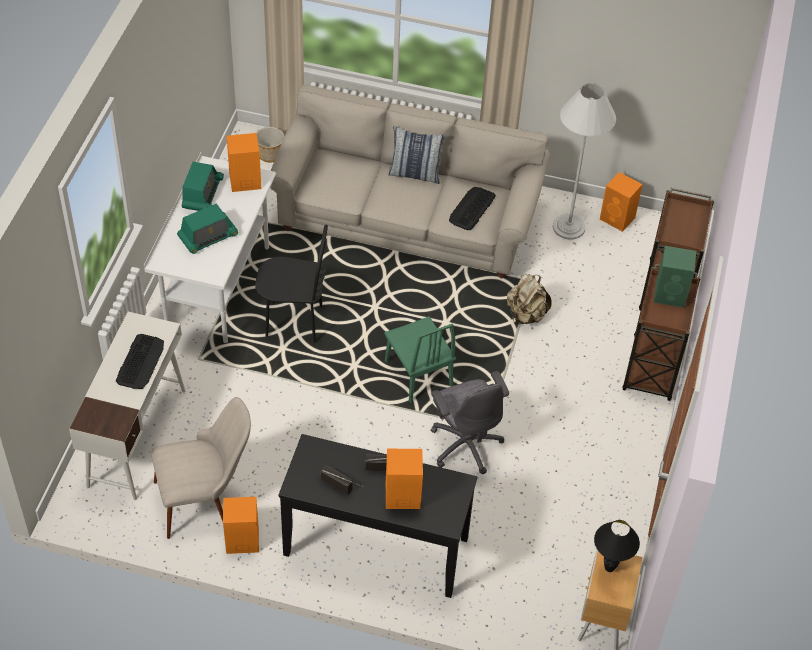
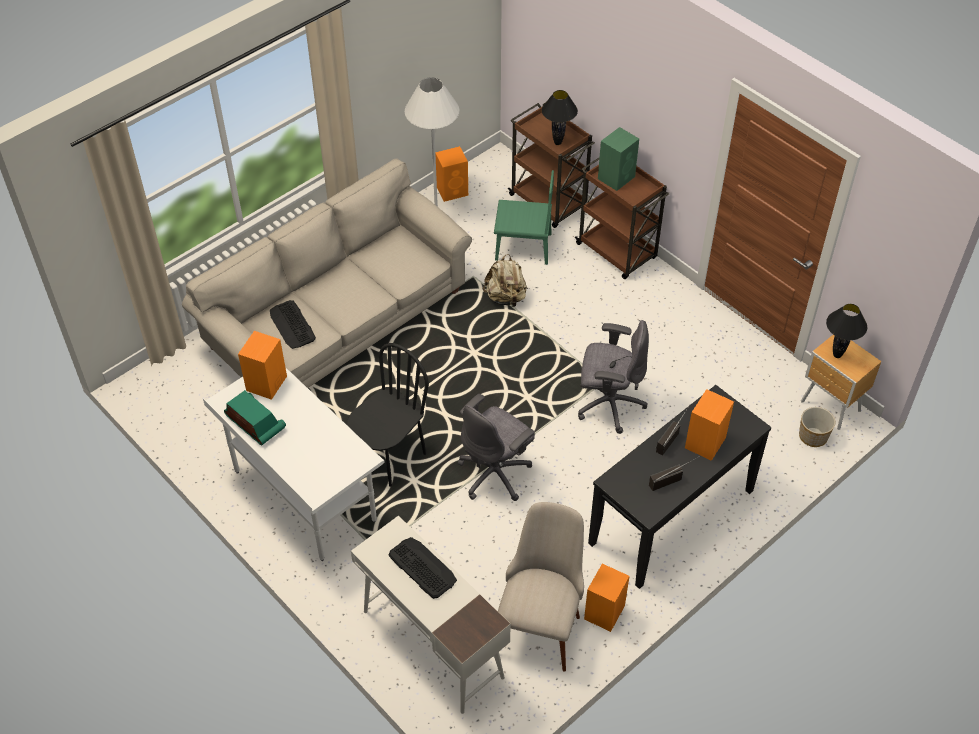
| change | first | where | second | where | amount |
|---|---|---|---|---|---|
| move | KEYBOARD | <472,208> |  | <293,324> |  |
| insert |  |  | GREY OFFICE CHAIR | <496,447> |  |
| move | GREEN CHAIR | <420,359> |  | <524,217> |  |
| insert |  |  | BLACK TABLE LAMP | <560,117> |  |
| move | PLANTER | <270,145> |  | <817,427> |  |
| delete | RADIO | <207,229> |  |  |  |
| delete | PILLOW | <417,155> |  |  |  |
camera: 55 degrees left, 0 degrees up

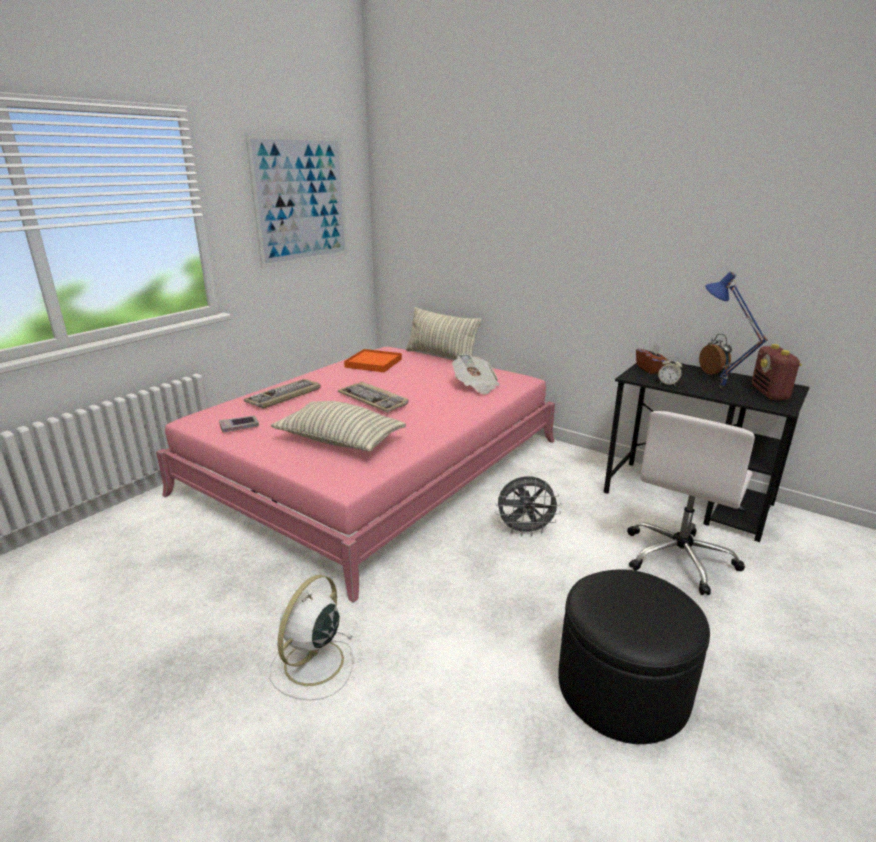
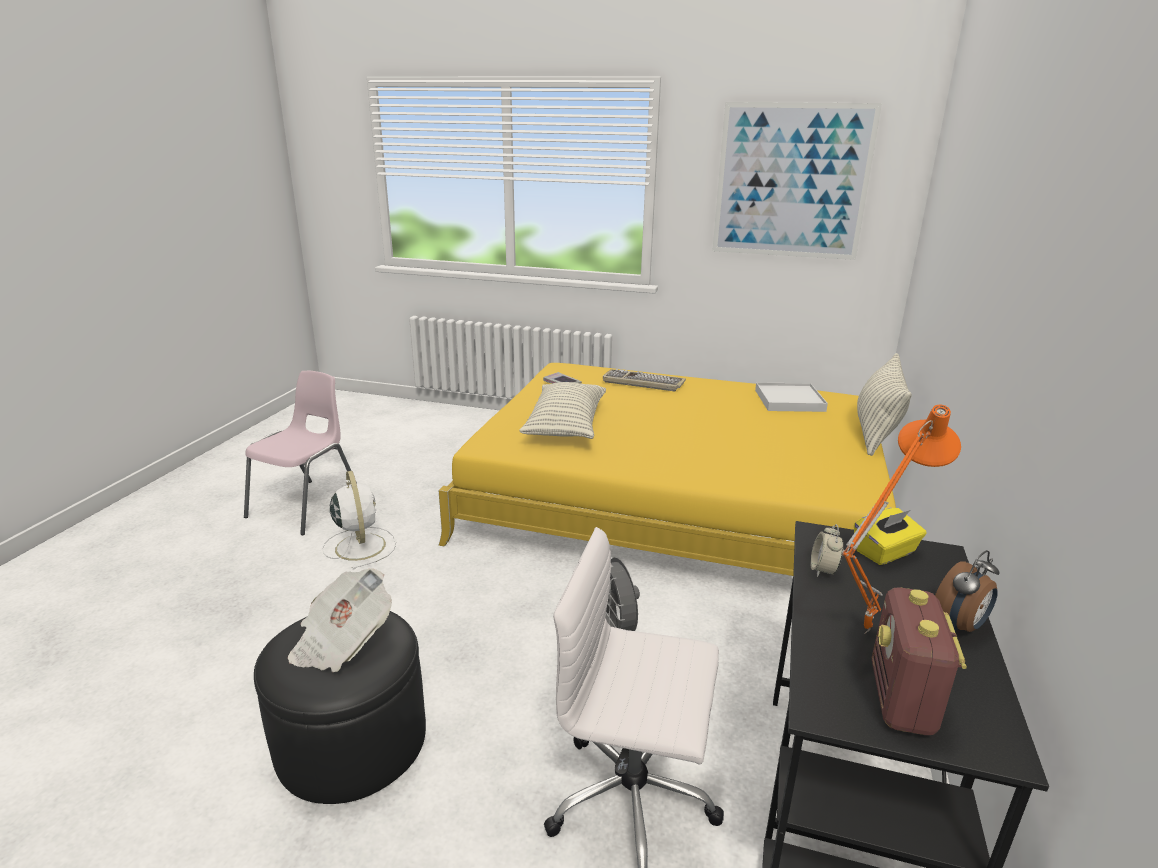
| change | first | where | second | where | amount |
|---|---|---|---|---|---|
| insert |  |  | PINK CHAIR | <300,453> |  |
| move | NEWSPAPER | <476,374> |  | <340,620> |  |
| rotate | WHITE FAN | <311,637> |  | <359,520> | 60 degrees clockwise |
| recolor | PINK BED | <355,475> | YELLOW BED | <667,469> |  |
| recolor | ORANGE TRAY | <373,360> | WHITE TRAY | <791,397> |  |
| recolor | BLUE TABLE LAMP | <736,330> | ORANGE TABLE LAMP | <901,519> |  |
| recolor | BROWN TISSUE BOX | <652,359> | YELLOW TISSUE BOX | <890,536> |  |
| rotate | RADIO | <777,372> |  | <919,661> | 60 degrees counterclockwise |
| delete | KEYBOARD | <373,397> |  |  |  |
camera: 70 degrees right, 0 degrees up

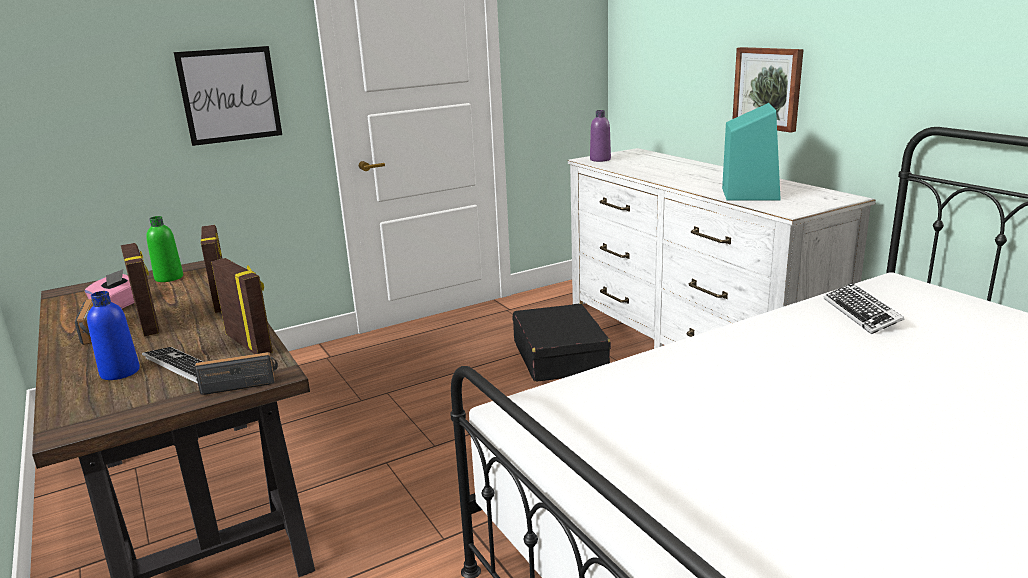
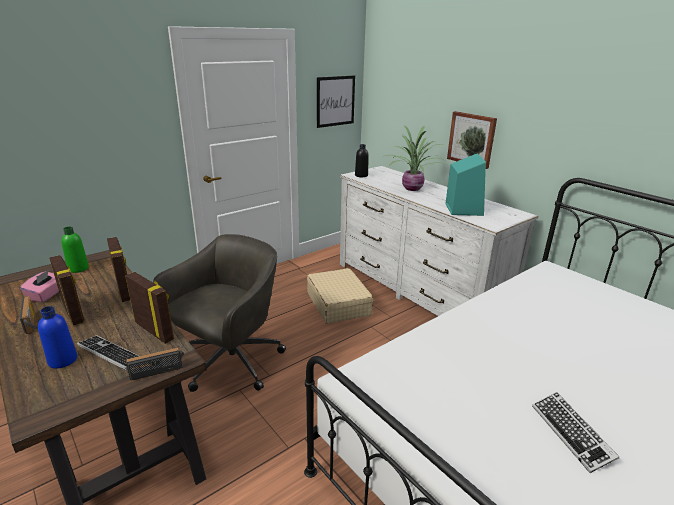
| change | first | where | second | where | amount |
|---|---|---|---|---|---|
| insert |  |  | GREY OFFICE CHAIR | <219,313> |  |
| recolor | BLACK SUITCASE | <562,343> | BEIGE SUITCASE | <340,296> |  |
| move | PICTURE | <228,96> |  | <336,102> |  |
| recolor | PURPLE BOTTLE | <600,136> | BLACK BOTTLE | <361,160> |  |
| insert |  |  | POTTED PLANT | <414,158> |  |
| move | KEYBOARD | <864,308> |  | <575,432> |  |
camera: 10 degrees left, 5 degrees up

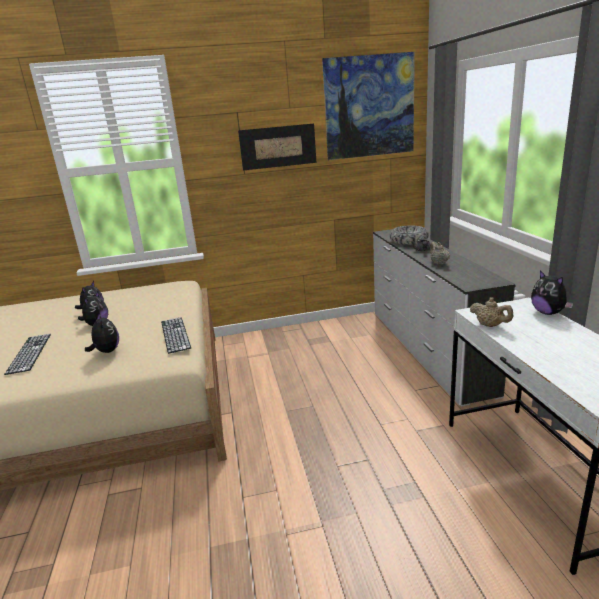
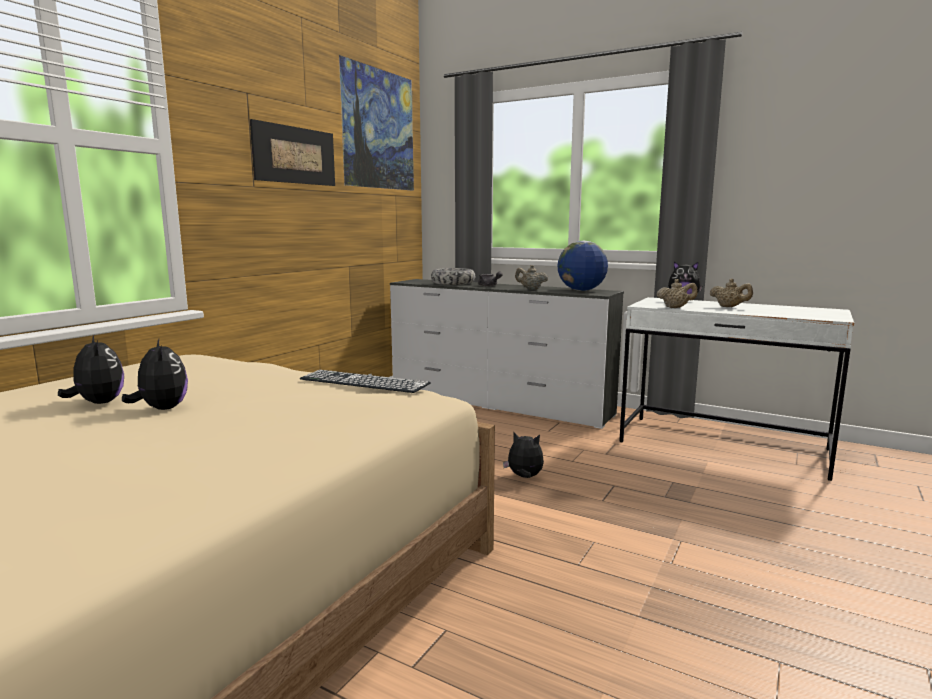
| change | first | where | second | where | amount |
|---|---|---|---|---|---|
| move | PLUSH TOY | <102,333> |  | <523,455> |  |
| insert |  |  | GLOBE | <582,266> |  |
| insert |  |  | BEIGE TEAPOT | <731,293> |  |
| delete | KEYBOARD | <27,354> |  |  |  |
camera: 50 degrees left, 10 degrees down

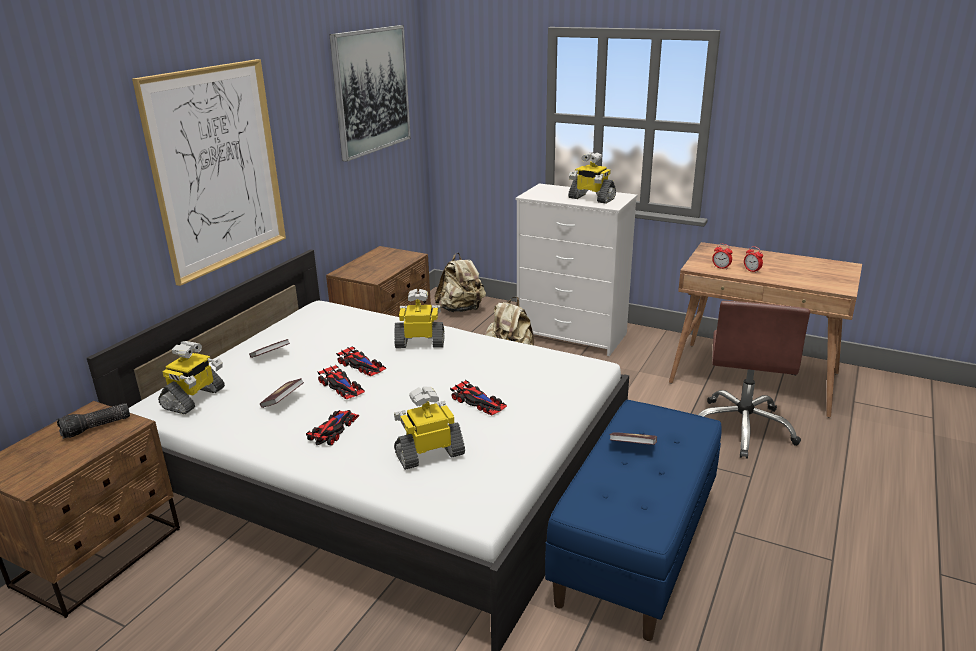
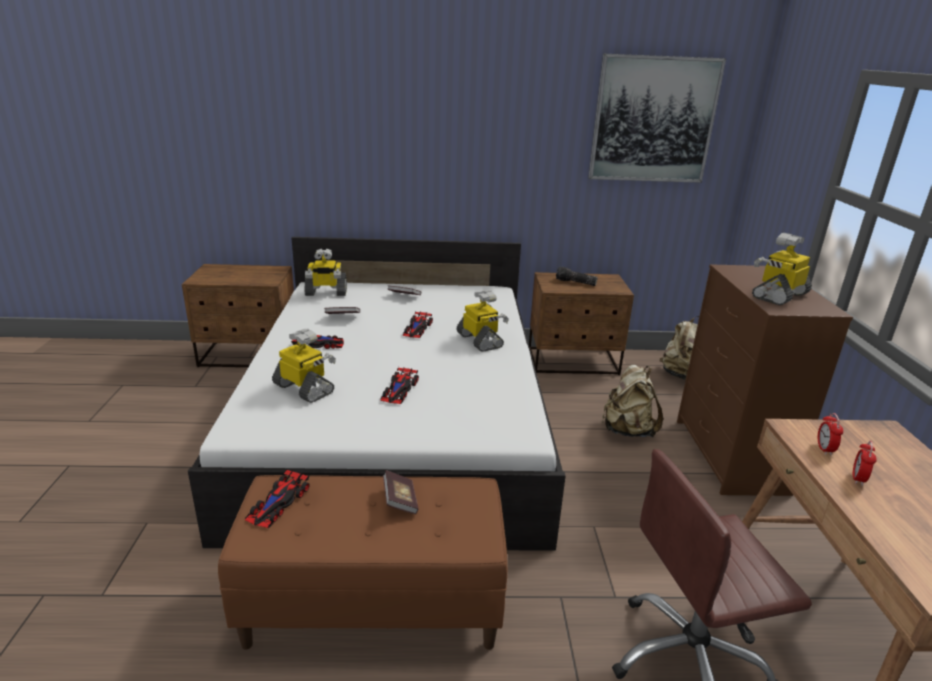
| change | first | where | second | where | amount |
|---|---|---|---|---|---|
| recolor | BLUE BENCH | <633,520> | BROWN BENCH | <363,562> |  |
| move | TOY CAR | <341,382> |  | <277,498> |  |
| move | FLASHLIGHT | <93,421> |  | <577,276> |  |
| recolor | WHITE DRESSER | <576,269> | BROWN DRESSER | <765,380> |  |
| rotate | TOY ROBOT | <592,178> |  | <782,269> | 45 degrees clockwise |
| delete | PICTURE | <209,172> |  |  |  |
camera: 60 degrees right, 0 degrees up

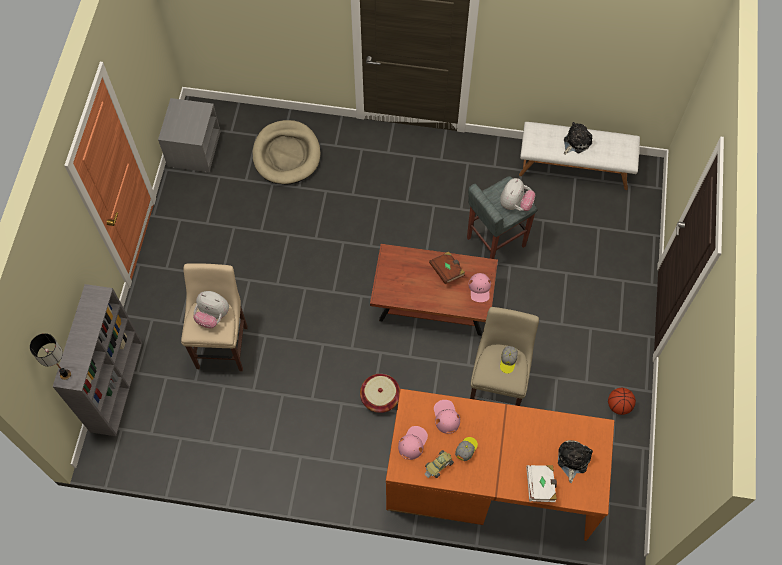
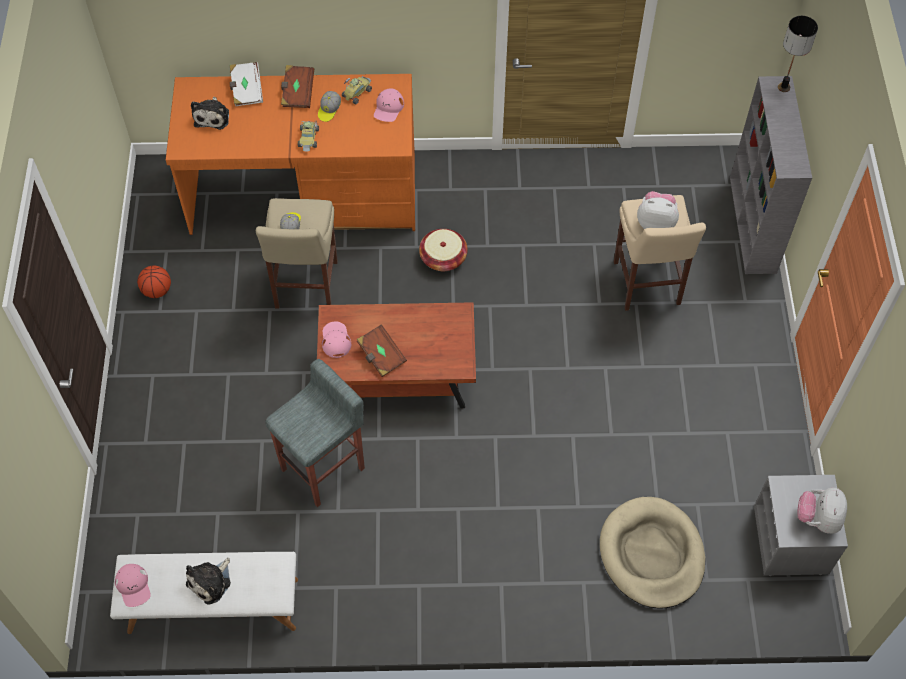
| change | first | where | second | where | amount |
|---|---|---|---|---|---|
| move | PINK CAP | <447,417> |  | <133,585> |  |
| insert |  |  | BROWN BOOK | <297,86> |  |
| insert |  |  | TOY CAR | <308,136> |  |
| move | PLUSH TOY | <518,194> |  | <822,511> |  |
camera: 170 degrees right, 5 degrees down

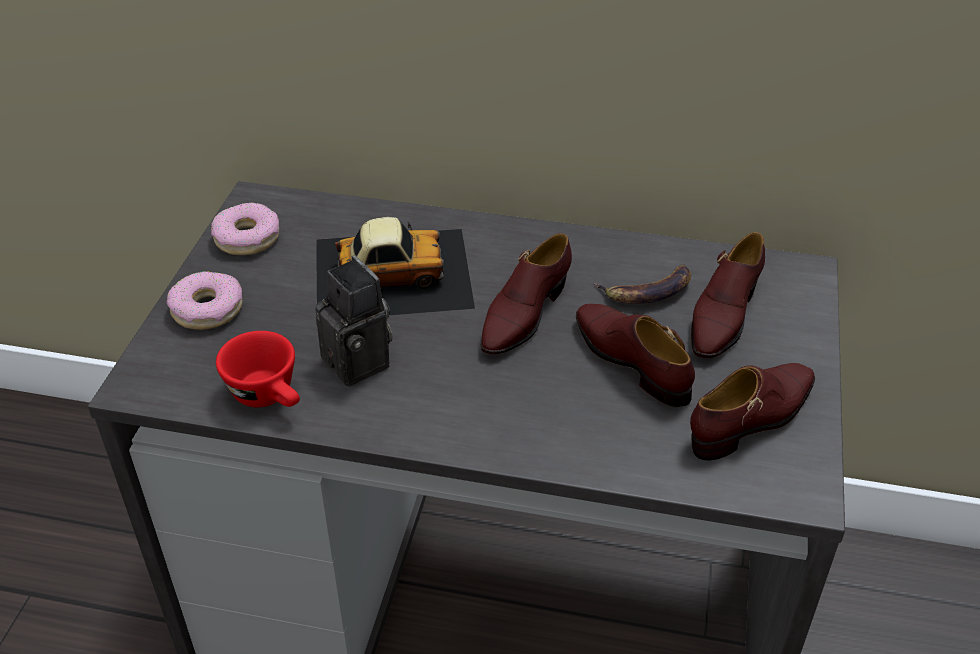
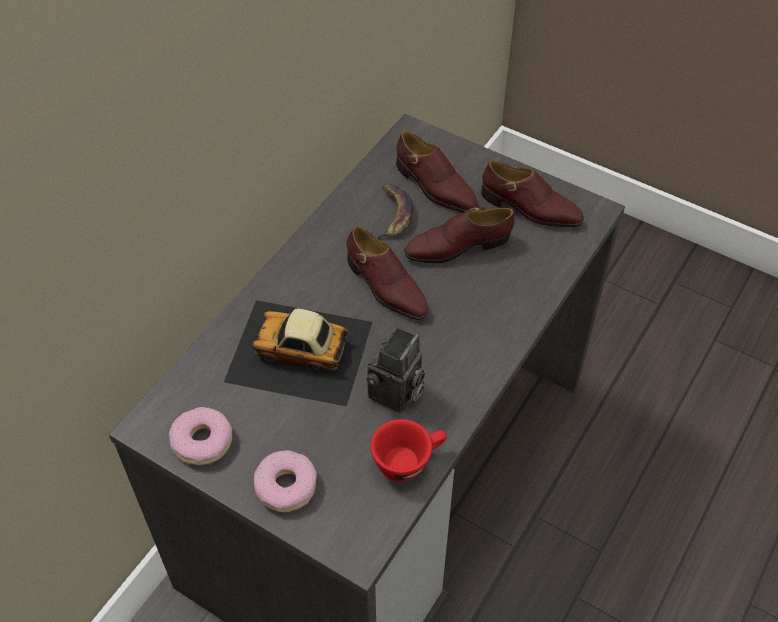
| change | first | where | second | where | amount |
|---|---|---|---|---|---|
| rotate | TOY CAR | <395,266> |  | <298,353> | 90 degrees counterclockwise |
| rotate | PHOTO CAMERA | <354,321> |  | <395,370> | 135 degrees clockwise |
| rotate | BROWN SHOE | <752,411> |  | <532,193> | 135 degrees clockwise |
camera: 70 degrees left, 10 degrees up

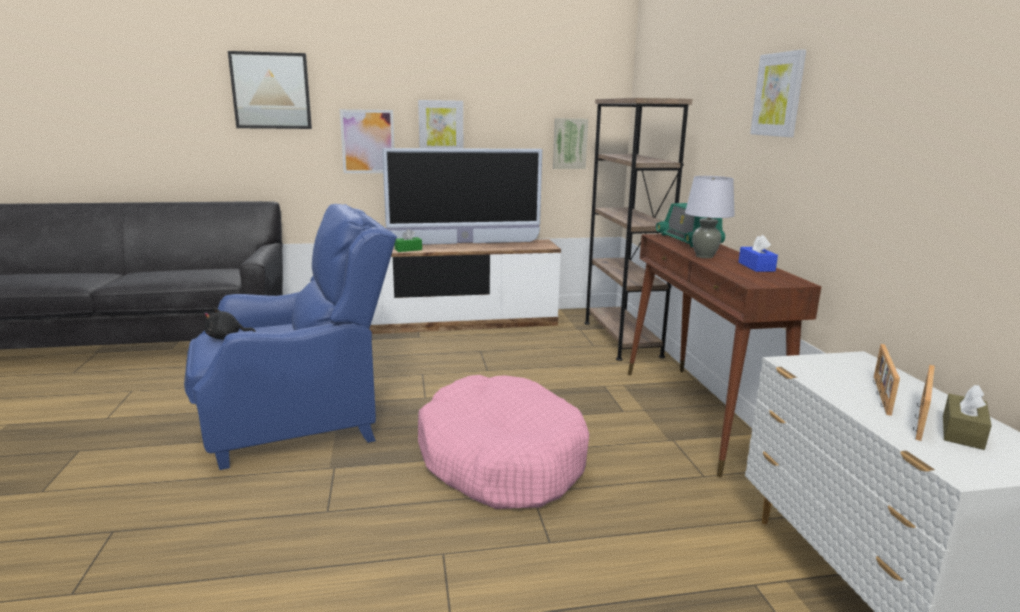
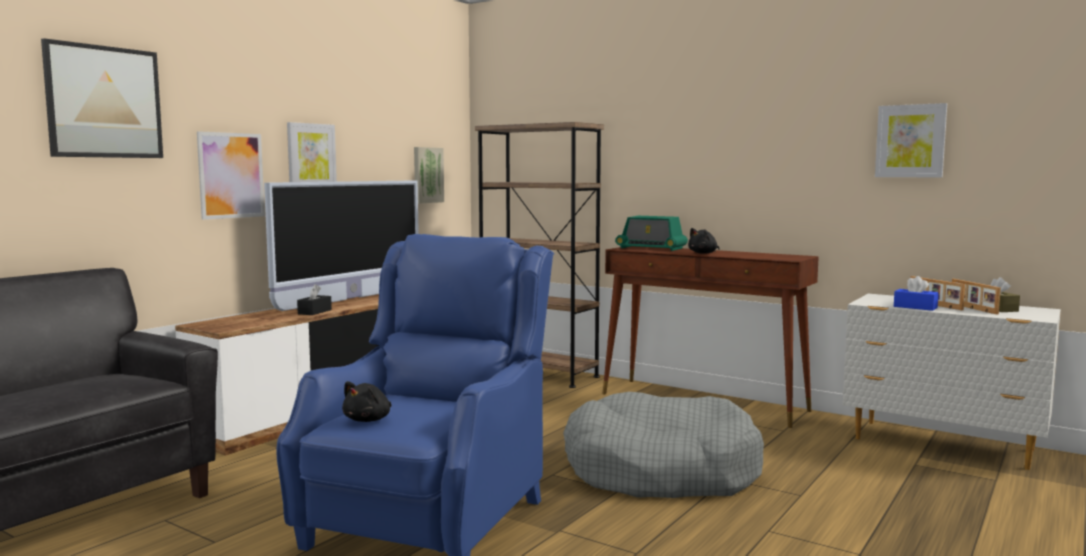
| change | first | where | second | where | amount |
|---|---|---|---|---|---|
| recolor | GREEN TISSUE BOX | <408,240> | BLACK TISSUE BOX | <314,299> |  |
| recolor | PINK DOG BED | <503,442> | GREY DOG BED | <663,445> |  |
| replace | GREY TABLE LAMP | <710,217> | BLACK PLUSH TOY | <704,241> |  |
| move | PICTURE | <778,93> |  | <911,140> |  |
| move | BLUE TISSUE BOX | <758,253> |  | <916,293> |  |
camera: 45 degrees left, 10 degrees down

